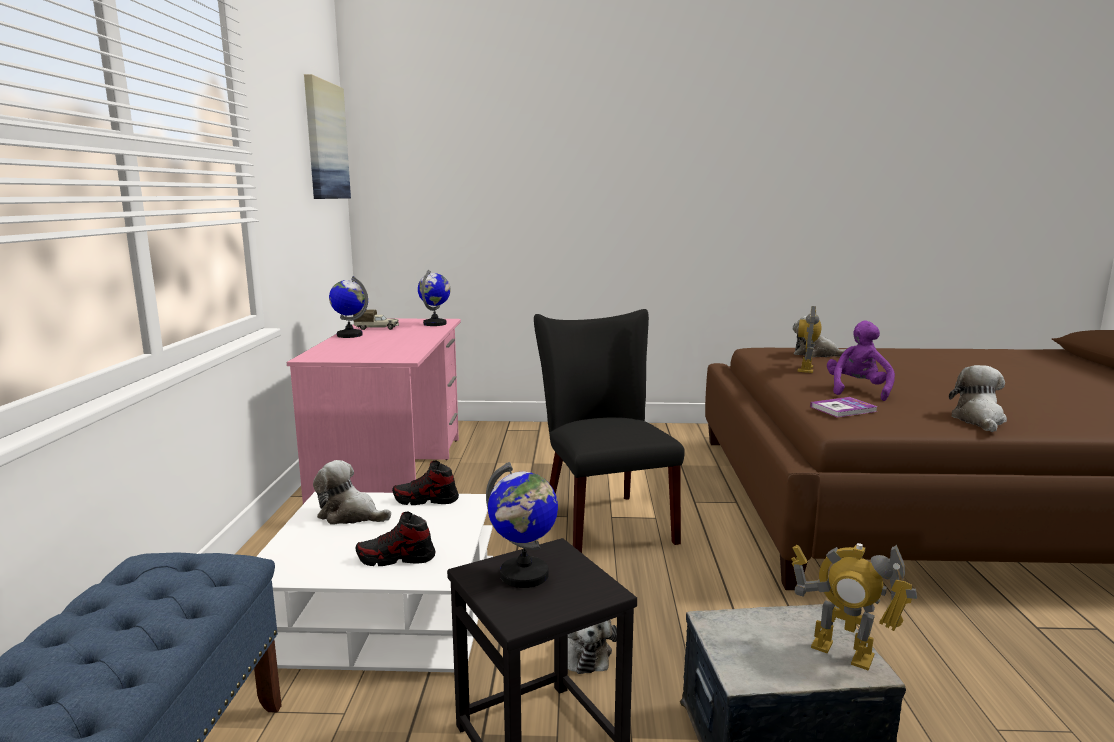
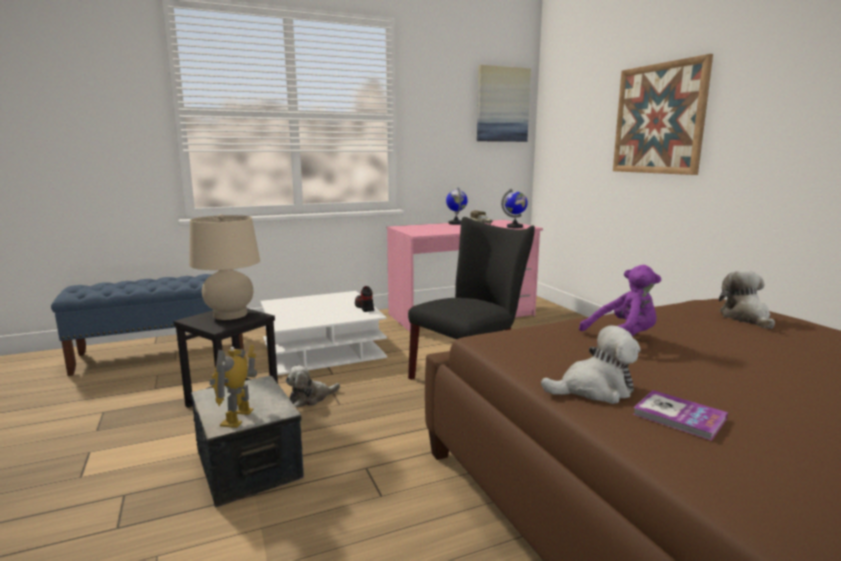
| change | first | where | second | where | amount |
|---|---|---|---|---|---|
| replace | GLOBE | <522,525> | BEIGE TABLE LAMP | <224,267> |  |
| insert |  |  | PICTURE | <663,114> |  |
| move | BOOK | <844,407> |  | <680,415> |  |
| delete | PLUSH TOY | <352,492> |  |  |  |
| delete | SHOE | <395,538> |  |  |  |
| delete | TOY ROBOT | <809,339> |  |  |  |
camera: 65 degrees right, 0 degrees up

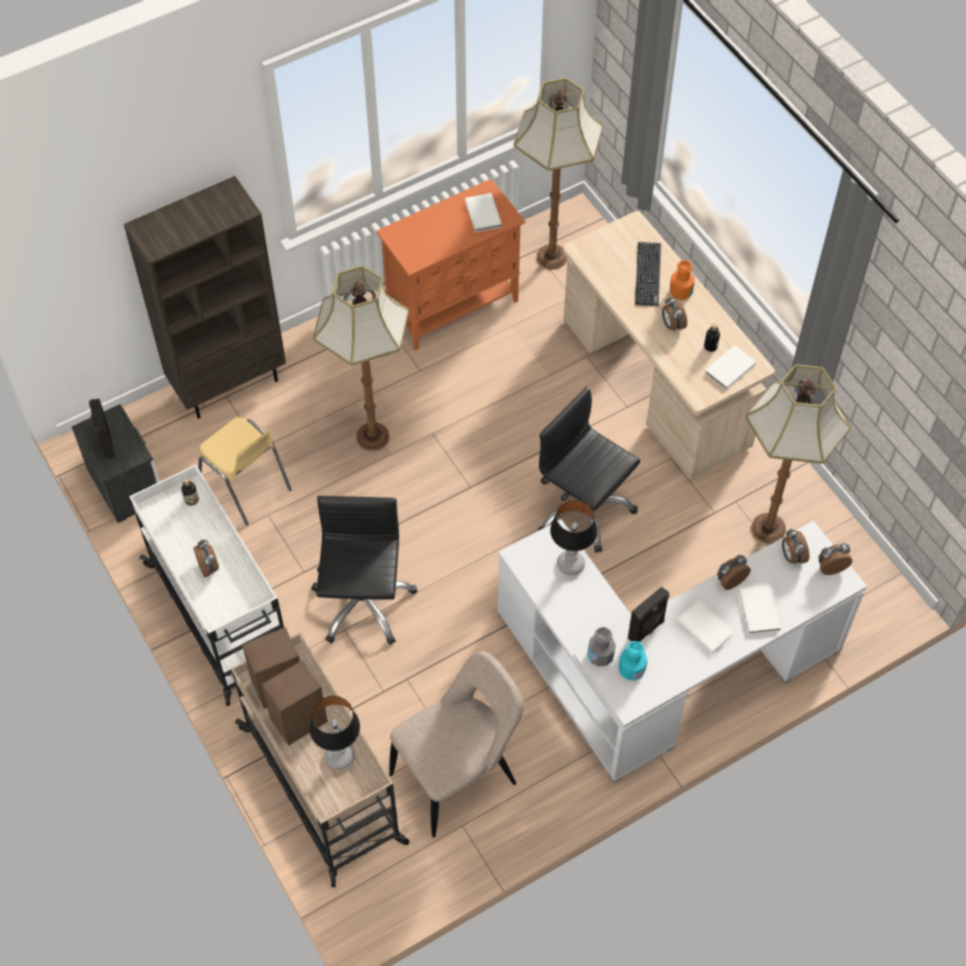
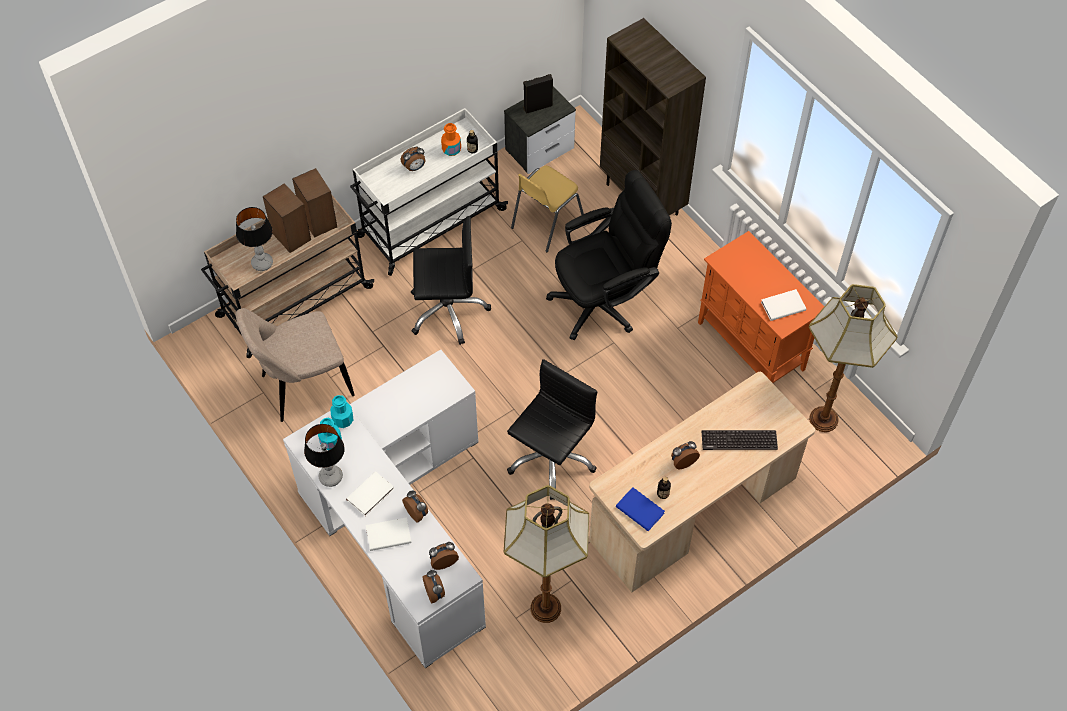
| change | first | where | second | where | amount |
|---|---|---|---|---|---|
| rotate | BEIGE CHAIR | <456,744> |  | <295,365> | 105 degrees clockwise |
| move | TABLE LAMP | <574,537> |  | <324,455> |  |
| recolor | GREY BOTTLE | <601,646> | TURQUOISE BOTTLE | <341,411> |  |
| move | ORANGE BOTTLE | <682,280> |  | <451,139> |  |
| replace | FLOOR LAMP | <361,358> | BLACK OFFICE CHAIR | <609,255> |  |
| recolor | WHITE BOOK | <730,367> | BLUE BOOK | <640,509> |  |
| delete | BLACK SPEAKER | <648,614> |  |  |  |
camera: 85 degrees right, 0 degrees up

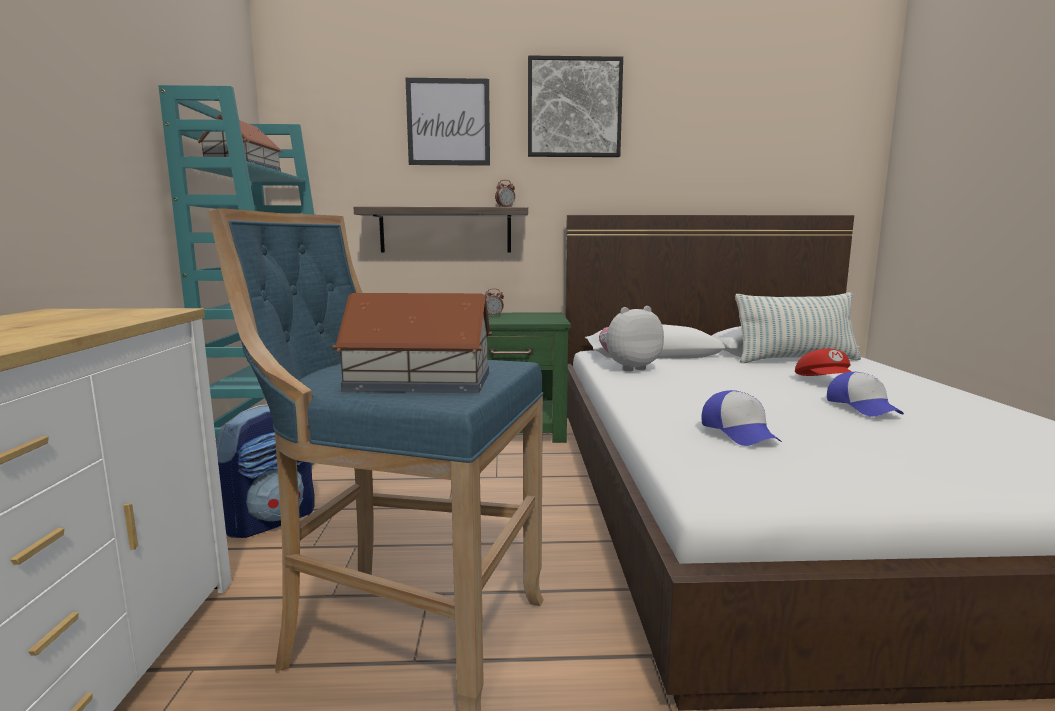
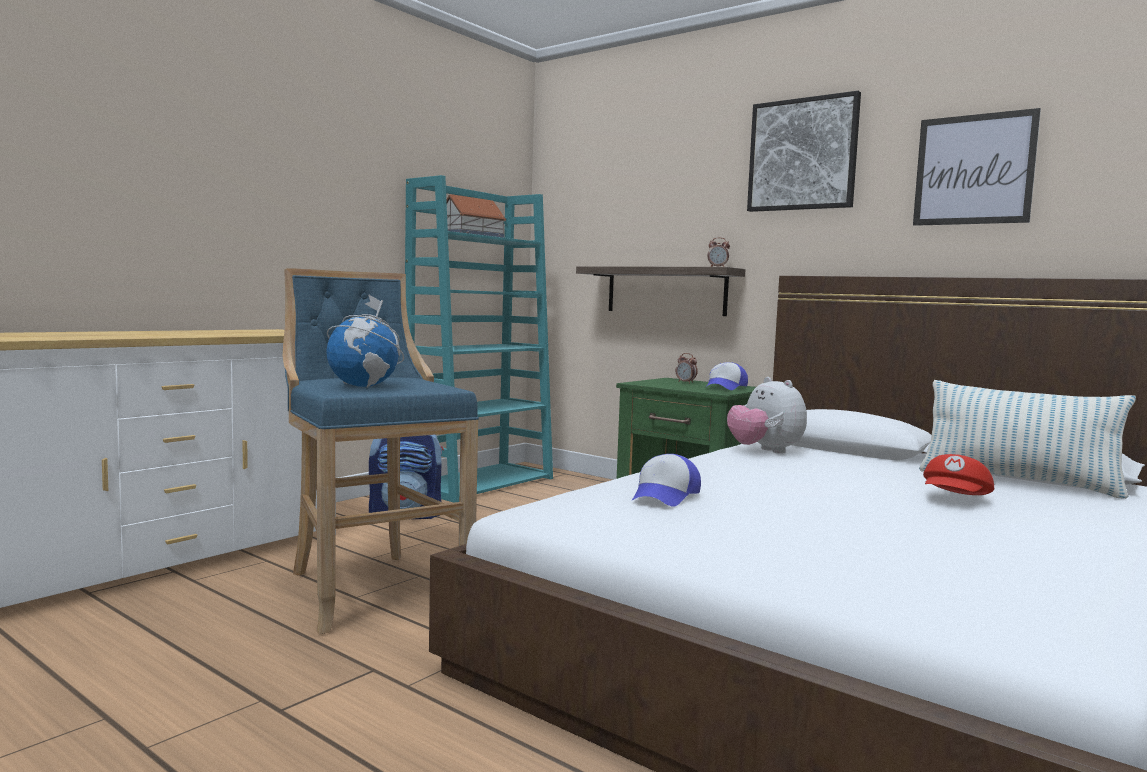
| change | first | where | second | where | amount |
|---|---|---|---|---|---|
| replace | TOY HOUSE | <412,343> | GLOBE | <365,341> |  |
| move | CAP | <865,394> |  | <727,376> |  |
| rotate | PLUSH TOY | <631,339> |  | <767,415> | 135 degrees counterclockwise |
| move | PICTURE | <447,122> |  | <977,167> |  |
camera: 40 degrees right, 5 degrees down

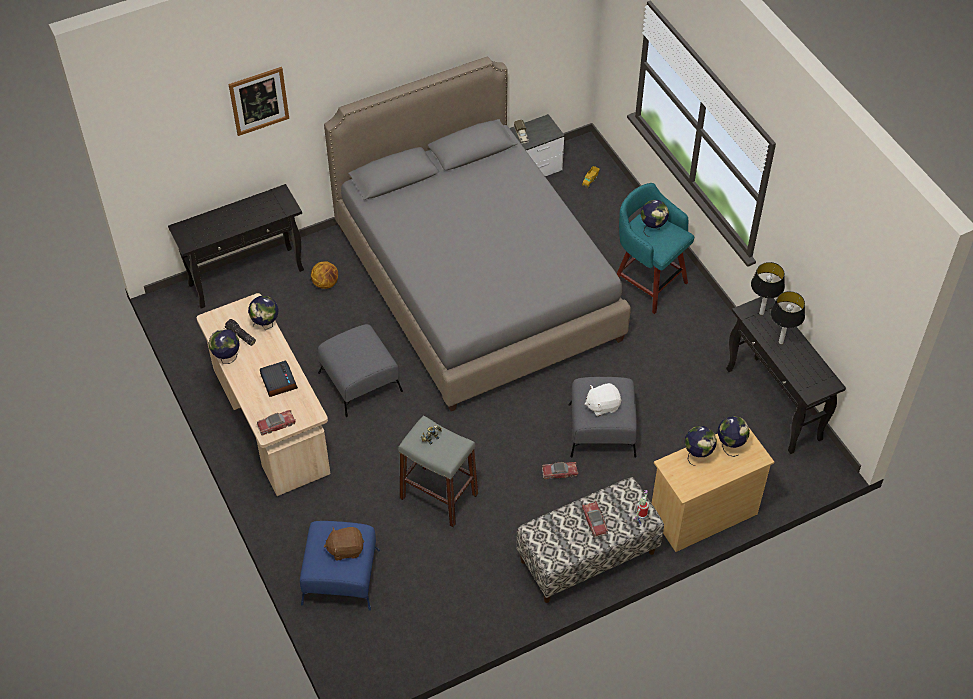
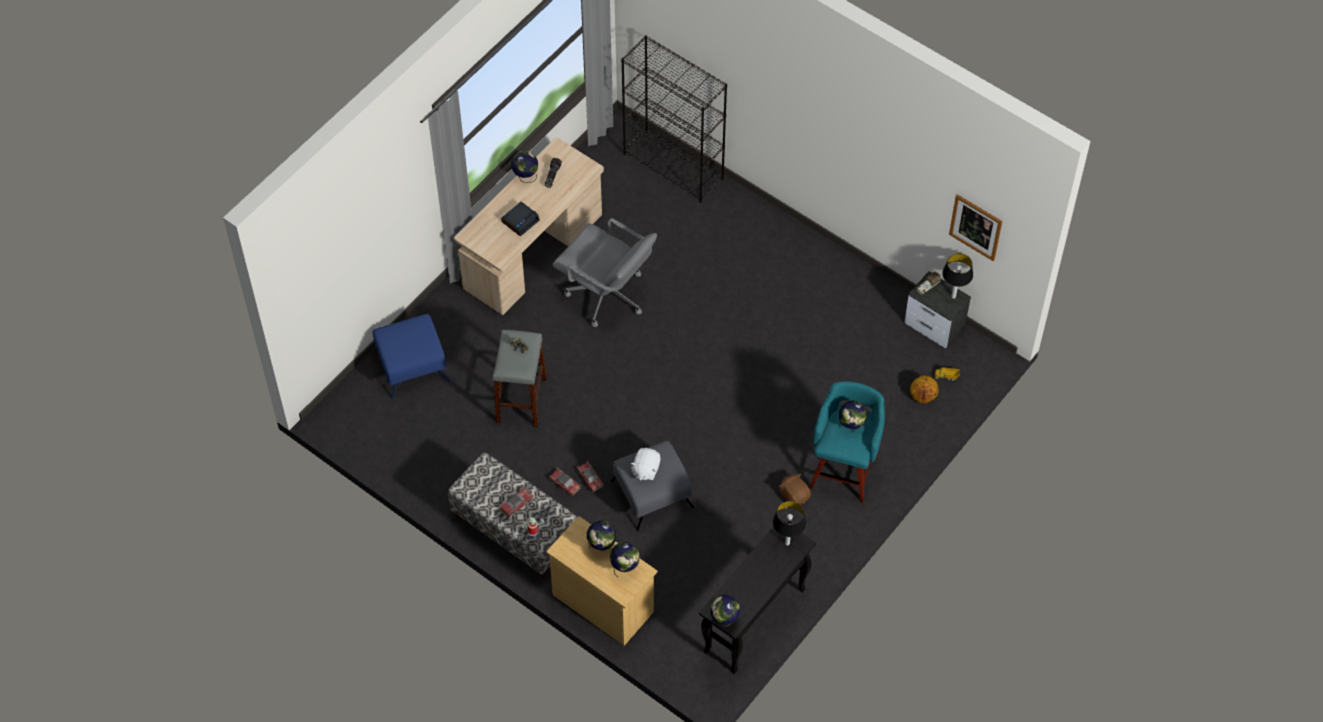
| change | first | where | second | where | amount |
|---|---|---|---|---|---|
| move | TOY CAR | <276,423> |  | <565,482> |  |
| replace | GREY OTTOMAN | <360,370> | GREY OFFICE CHAIR | <605,272> |  |
| replace | BLACK CONSOLE TABLE | <236,246> | BLACK BOOKCASE | <674,119> |  |
| rotate | WHITE PLUSH TOY | <603,399> |  | <646,464> | 120 degrees counterclockwise |
| move | GLOBE | <263,313> |  | <725,611> |  |
| move | BROWN PLUSH TOY | <344,544> |  | <795,489> |  |
| move | BASKETBALL | <324,275> |  | <924,389> |  |
| move | TABLE LAMP | <788,317> |  | <957,276> |  |
| move | PICTURE | <258,101> |  | <976,227> |  |
| delete | GREY BED | <477,234> |  |  |  |
camera: 65 degrees right, 5 degrees up

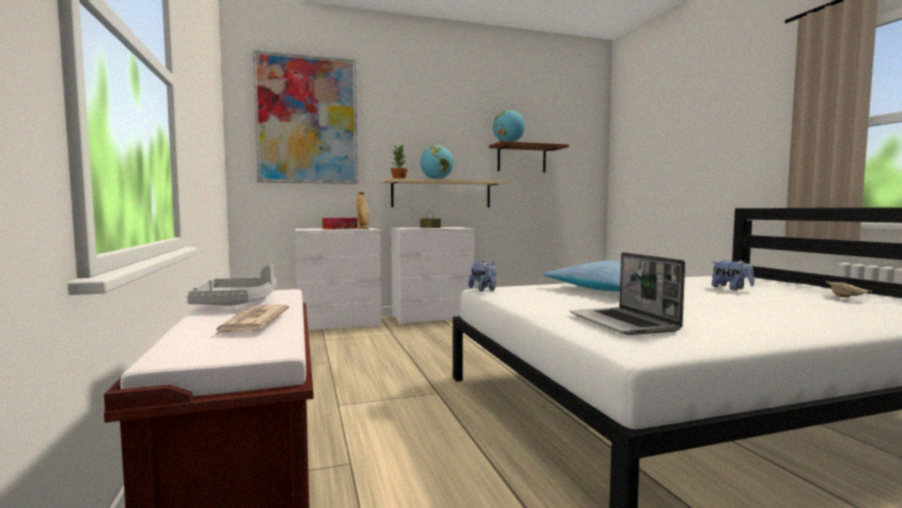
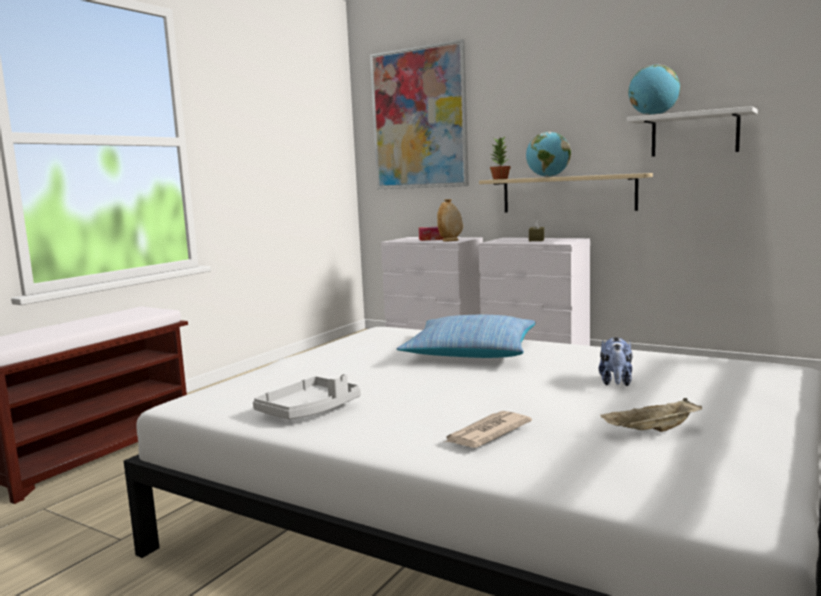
| change | first | where | second | where | amount |
|---|---|---|---|---|---|
| move | GREY TRAY | <232,285> |  | <307,396> |  |
| move | NEWSPAPER | <252,320> |  | <488,429> |  |
| recolor | BROWN SHELF | <529,156> | WHITE SHELF | <692,131> |  |
| delete | PLUSH TOY | <482,276> |  |  |  |
| delete | LAPTOP | <627,293> |  |  |  |
camera: 50 degrees right, 5 degrees up

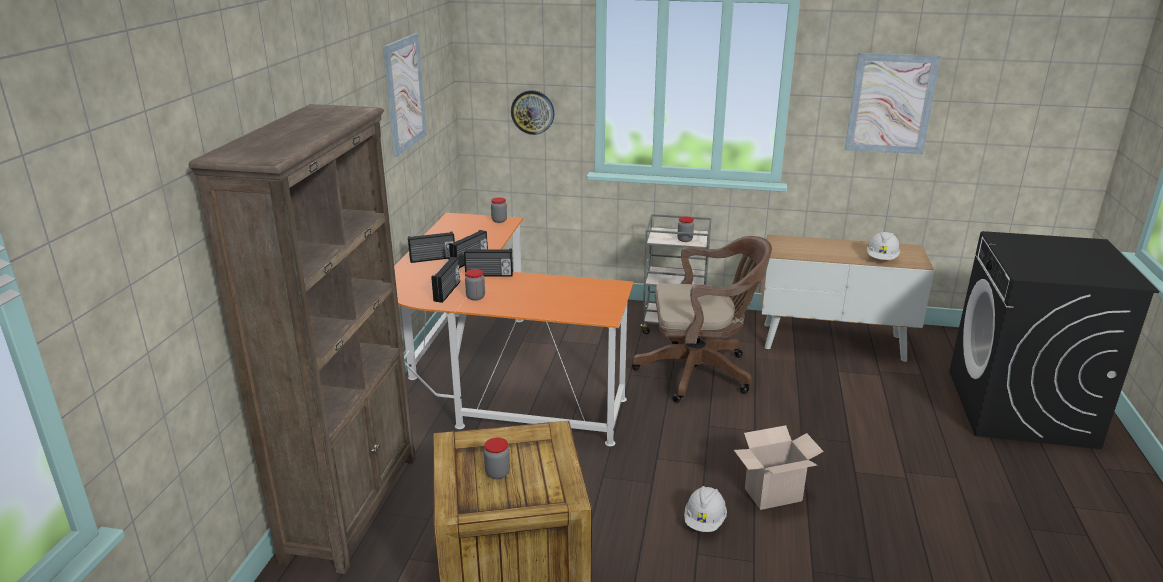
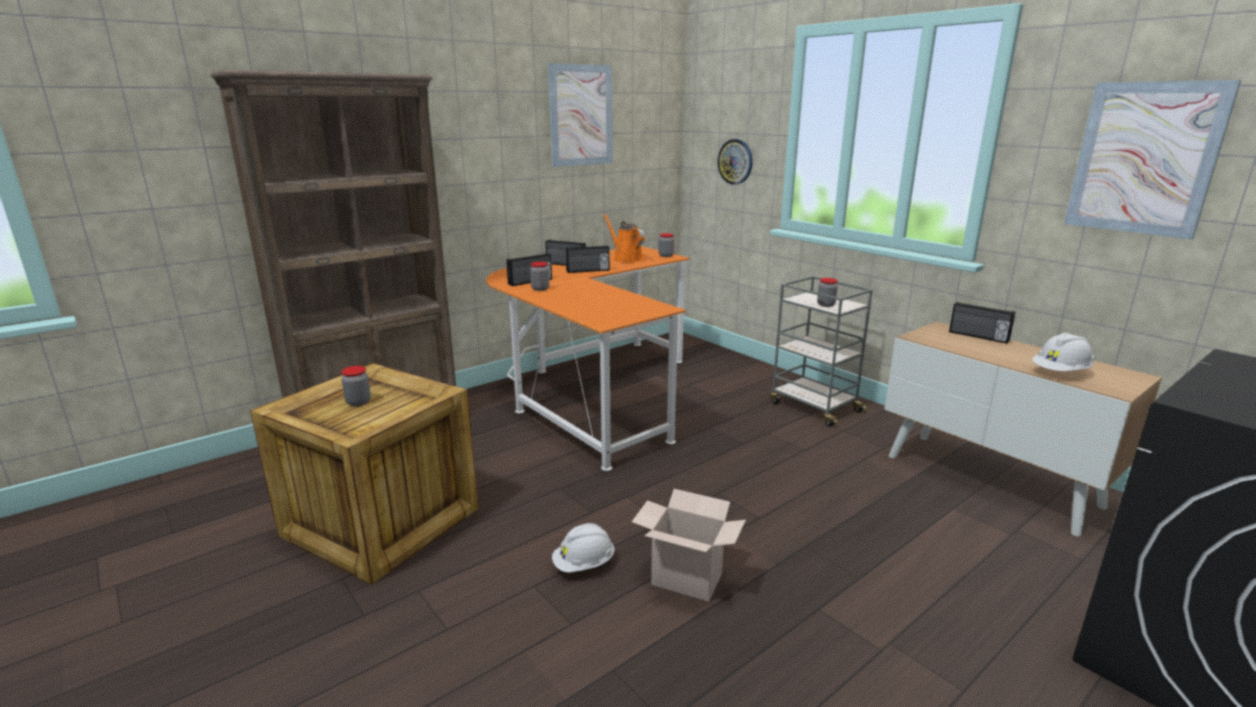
| change | first | where | second | where | amount |
|---|---|---|---|---|---|
| insert |  |  | ORANGE WATERING CAN | <624,238> |  |
| move | RADIO | <488,262> |  | <982,323> |  |
| delete | BROWN OFFICE CHAIR | <702,319> |  |  |  |
camera: 40 degrees right, 5 degrees down

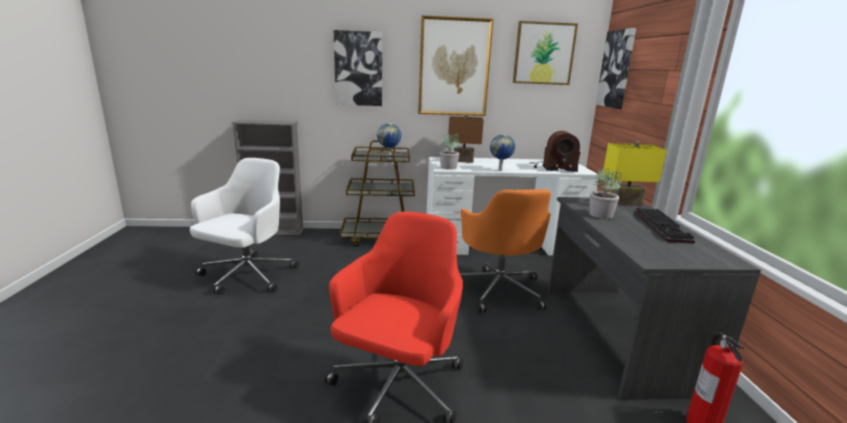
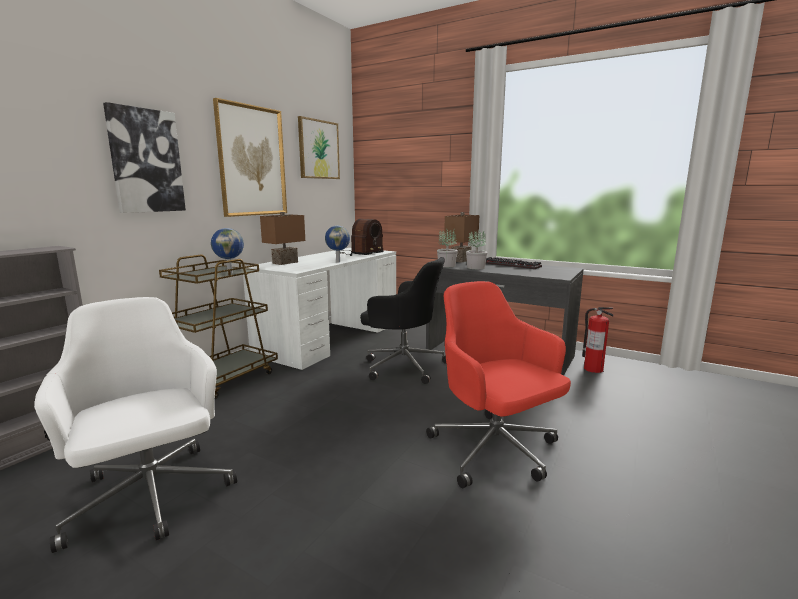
| change | first | where | second | where | amount |
|---|---|---|---|---|---|
| recolor | ORANGE OFFICE CHAIR | <505,251> | BLACK OFFICE CHAIR | <403,320> |  |
| move | POTTED PLANT | <450,151> |  | <447,248> |  |
| recolor | YELLOW TABLE LAMP | <635,173> | BROWN TABLE LAMP | <461,237> |  |
| delete | PICTURE | <616,68> |  |  |  |
camera: 55 degrees left, 5 degrees down

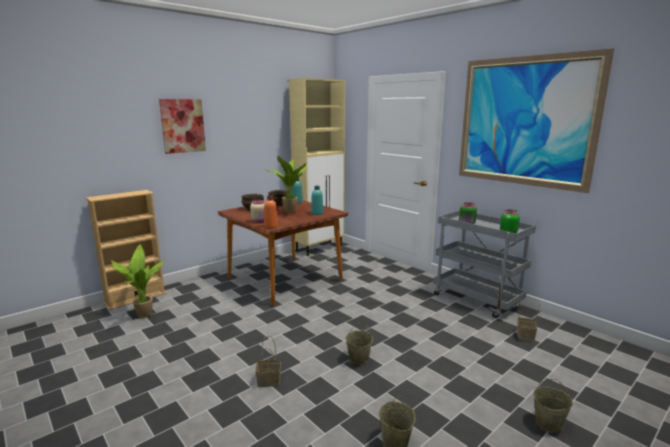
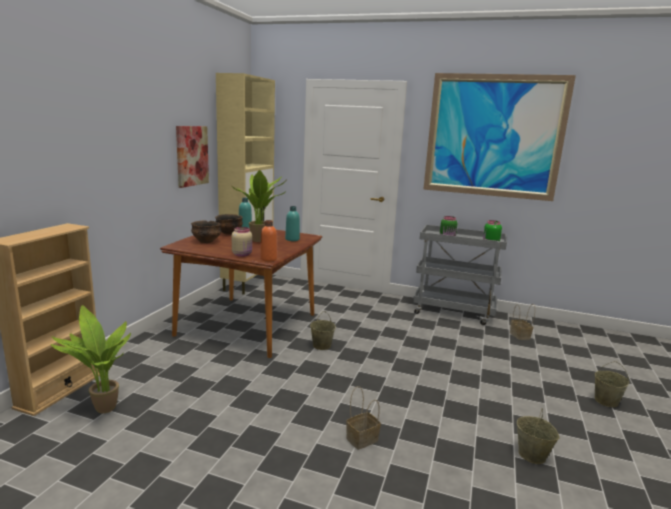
| change | first | where | second | where | amount |
|---|---|---|---|---|---|
| move | PICTURE | <182,126> |  | <192,157> |  |
| move | BEIGE BUCKET | <359,344> |  | <323,330> |  |
camera: 30 degrees left, 0 degrees up

